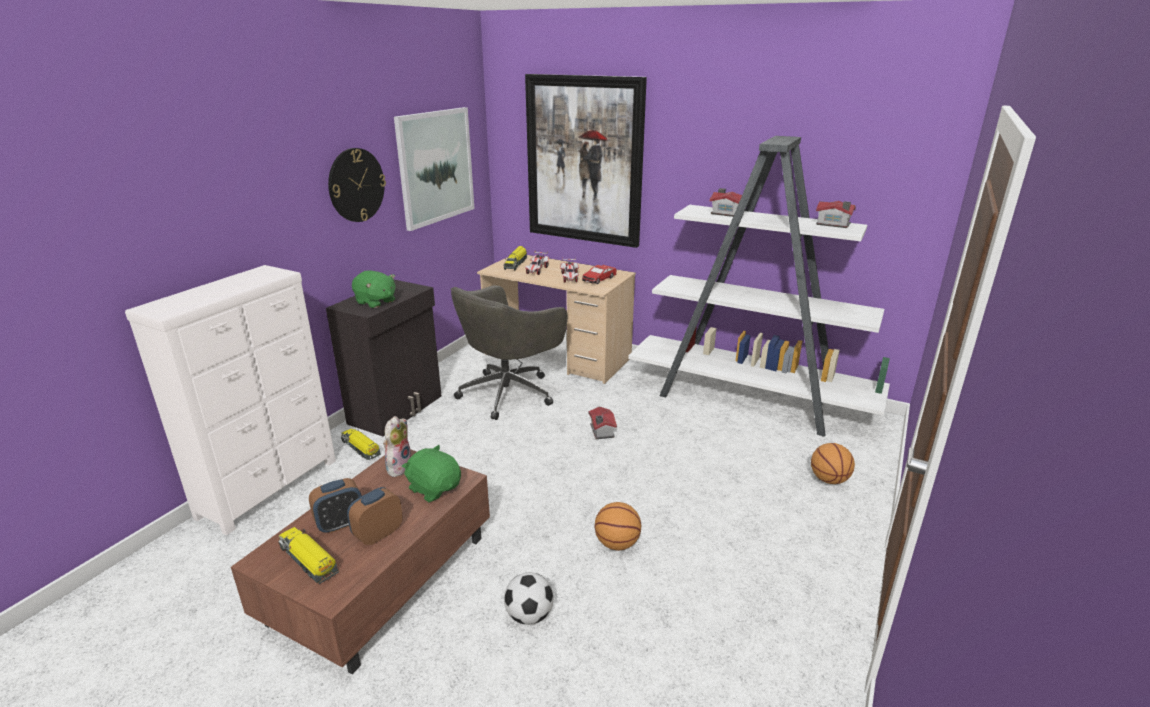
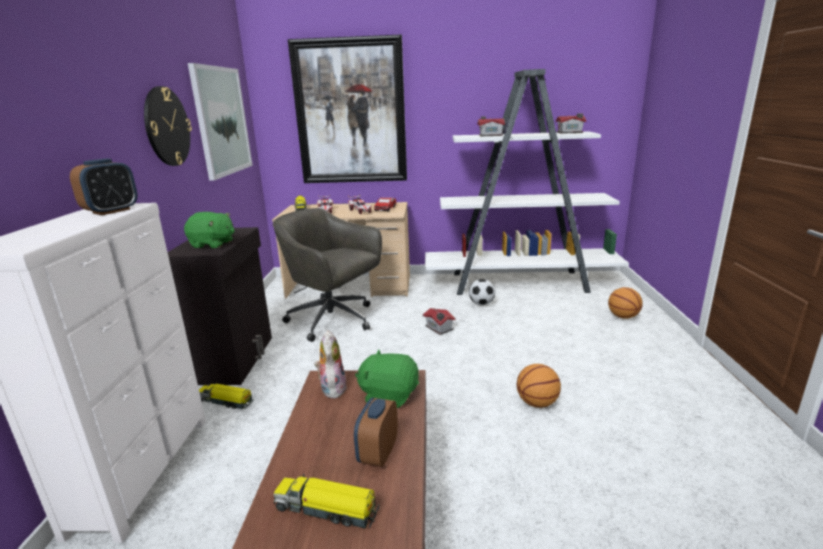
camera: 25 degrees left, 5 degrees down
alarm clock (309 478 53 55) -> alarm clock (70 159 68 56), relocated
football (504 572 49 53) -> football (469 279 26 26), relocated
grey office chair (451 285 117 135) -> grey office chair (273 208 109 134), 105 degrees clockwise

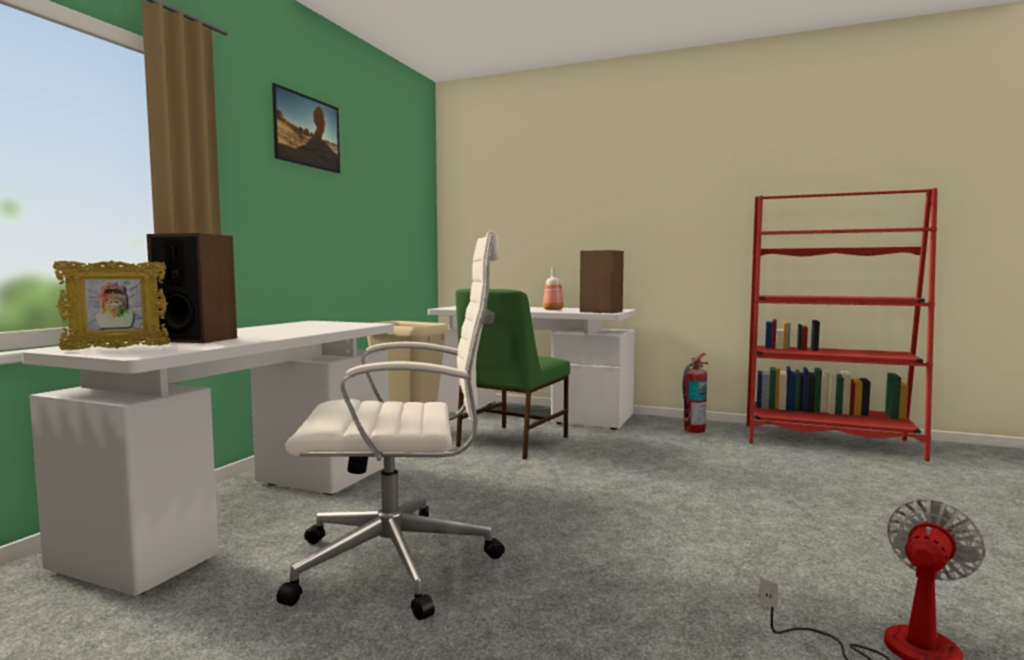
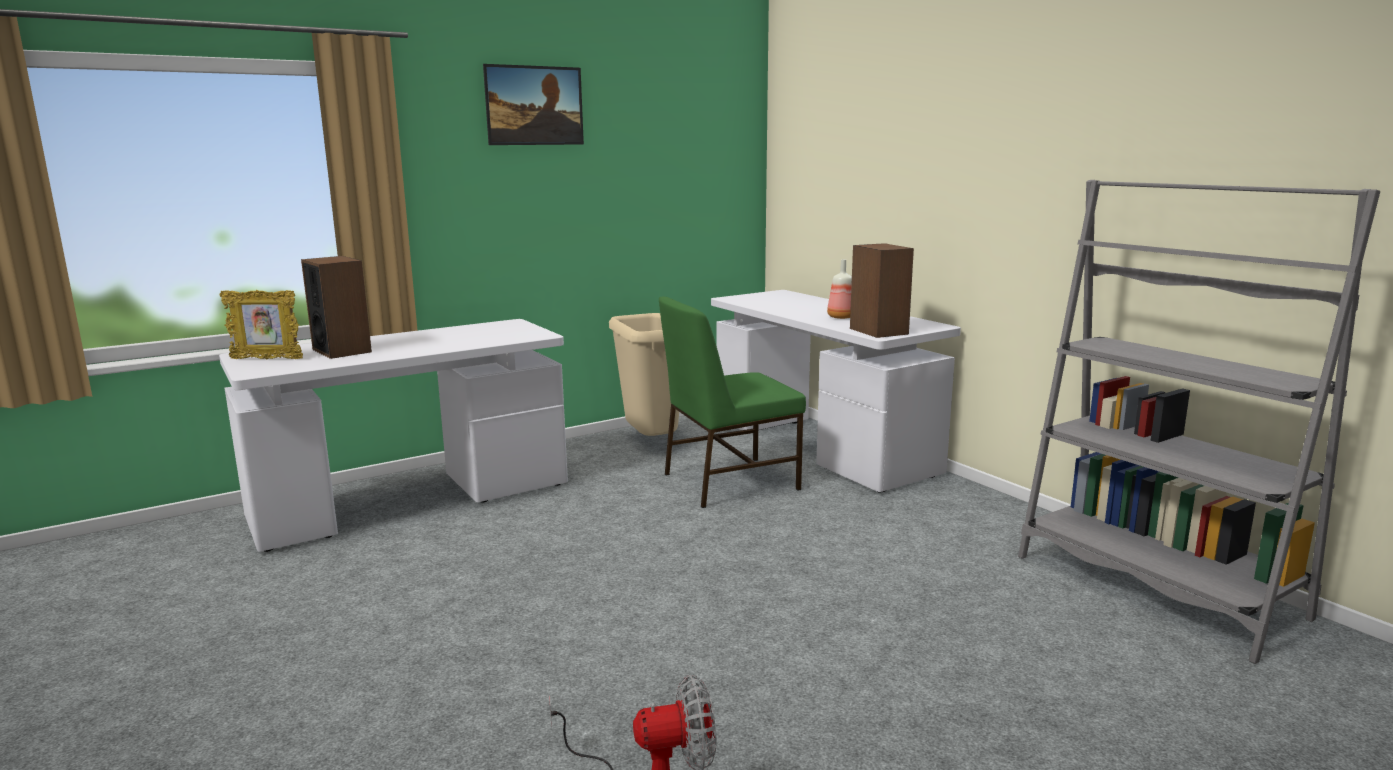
camera: 35 degrees right, 10 degrees up
white office chair (276 231 229 389) -> none
fire extinguisher (682 353 27 80) -> none
red bookcase (746 188 192 273) -> grey bookcase (1018 180 362 484)

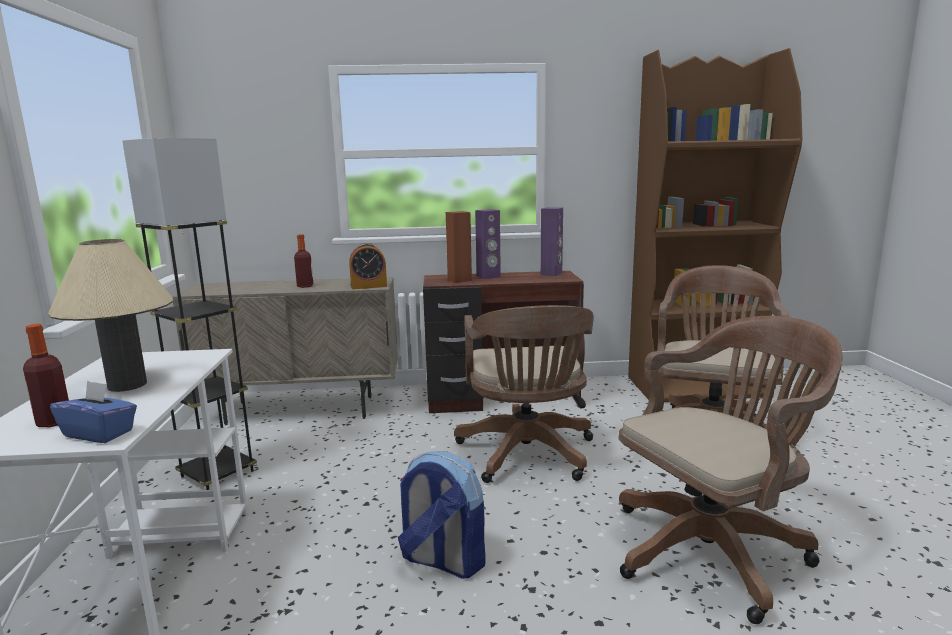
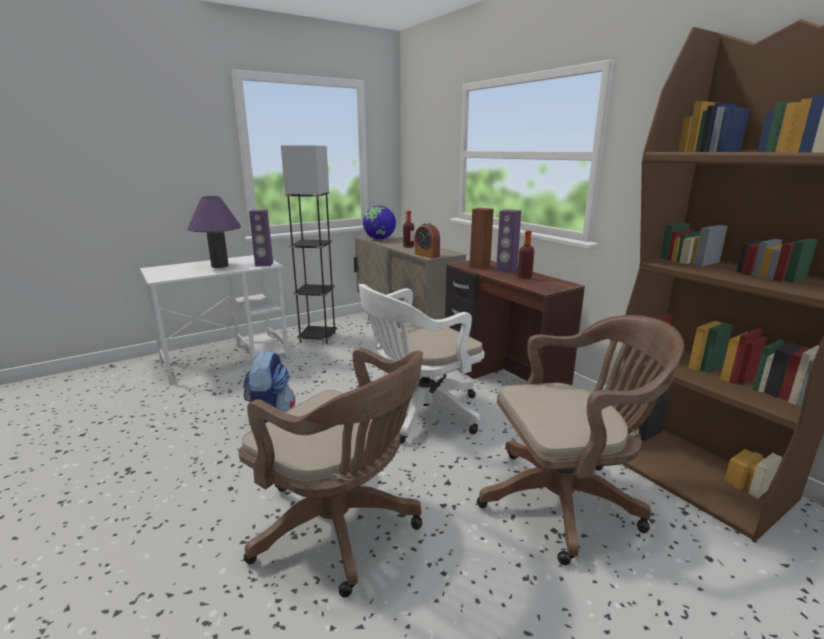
camera: 60 degrees right, 5 degrees up
blue tissue box (50 380 87 63) -> none
none -> globe (363 205 33 34)
bottle (23 324 46 103) -> bottle (517 230 17 49), relocated
purple speaker (541 207 22 69) -> purple speaker (249 210 24 56), relocated
beige table lamp (48 239 125 153) -> purple table lamp (187 196 54 72)
brown office chair (454 305 140 178) -> white office chair (358 284 127 159)

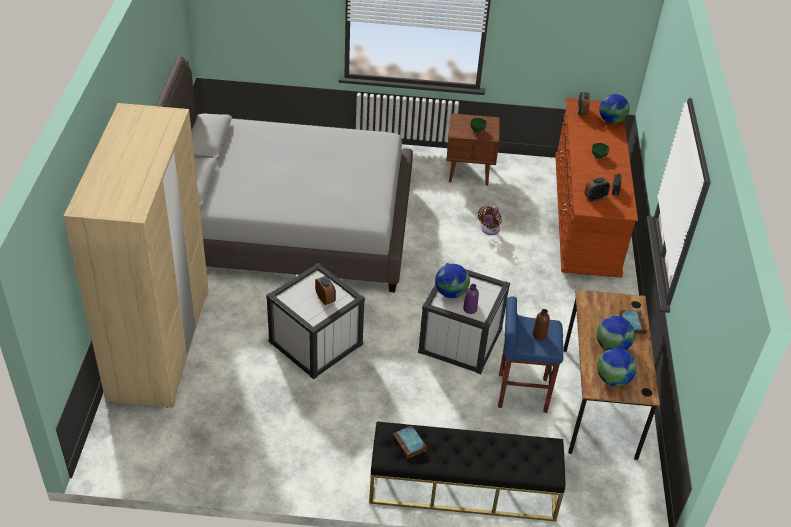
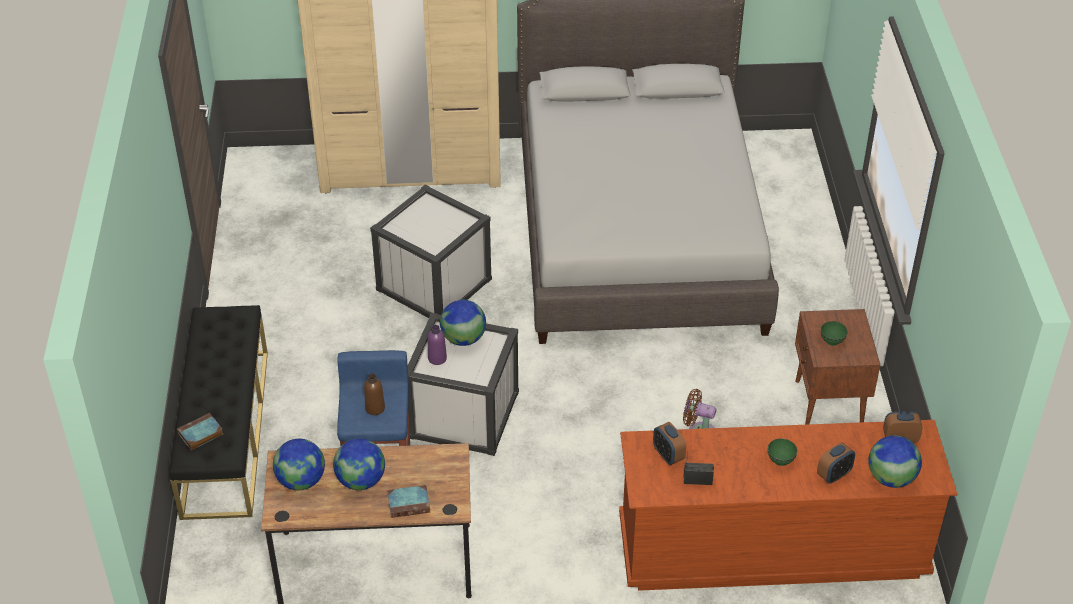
camera: 85 degrees right, 0 degrees up
alarm clock (315 276 21 29) -> alarm clock (817 442 38 42), relocated
book (392 426 34 33) -> book (177 413 46 37), relocated

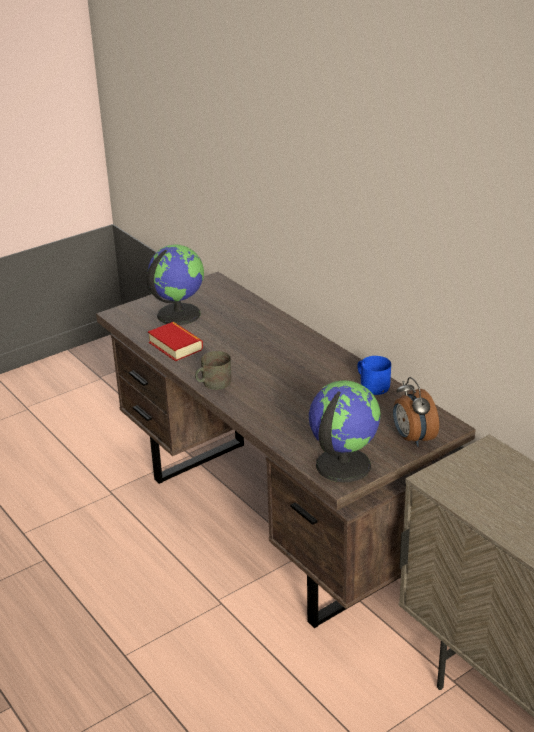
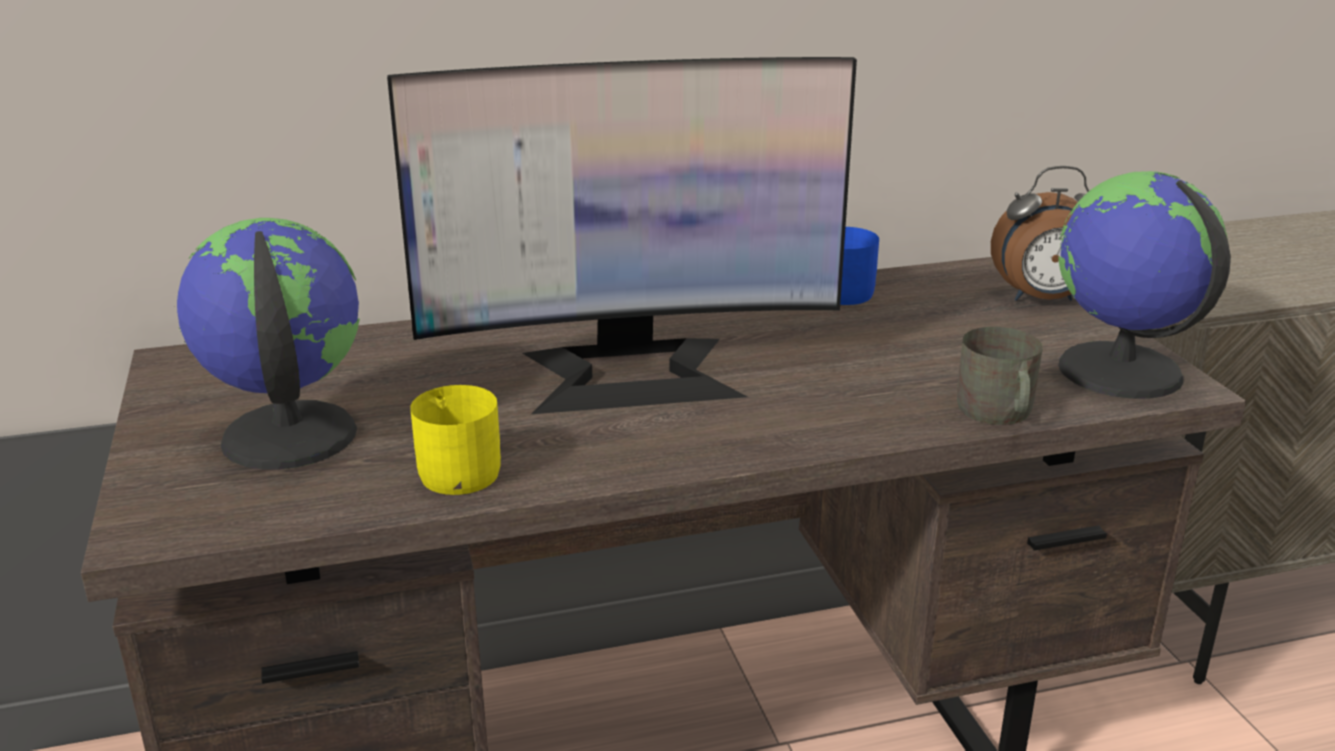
camera: 70 degrees left, 5 degrees down
none -> monitor (387 57 470 357)
grey mug (195 351 36 39) -> grey mug (957 327 86 98), relocated
book (148 322 55 39) -> yellow mug (410 385 91 110)

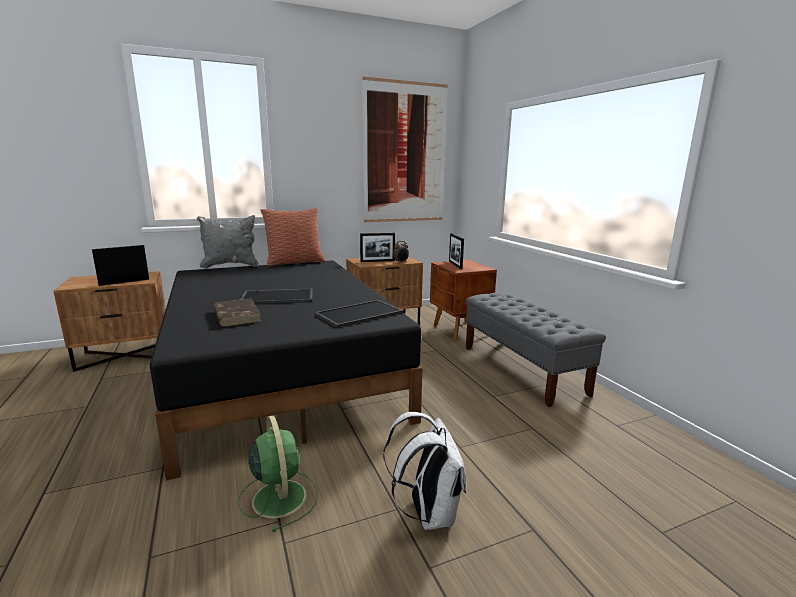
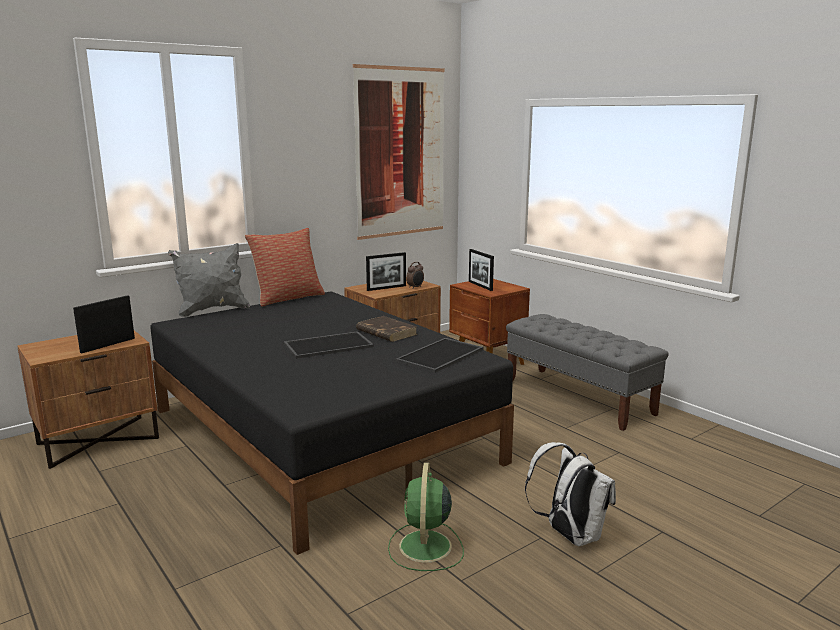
camera: 15 degrees left, 0 degrees up
brown book (213 299 49 28) -> brown book (356 316 62 26), relocated
green fan (238 416 79 116) -> green fan (388 462 76 109), 135 degrees counterclockwise

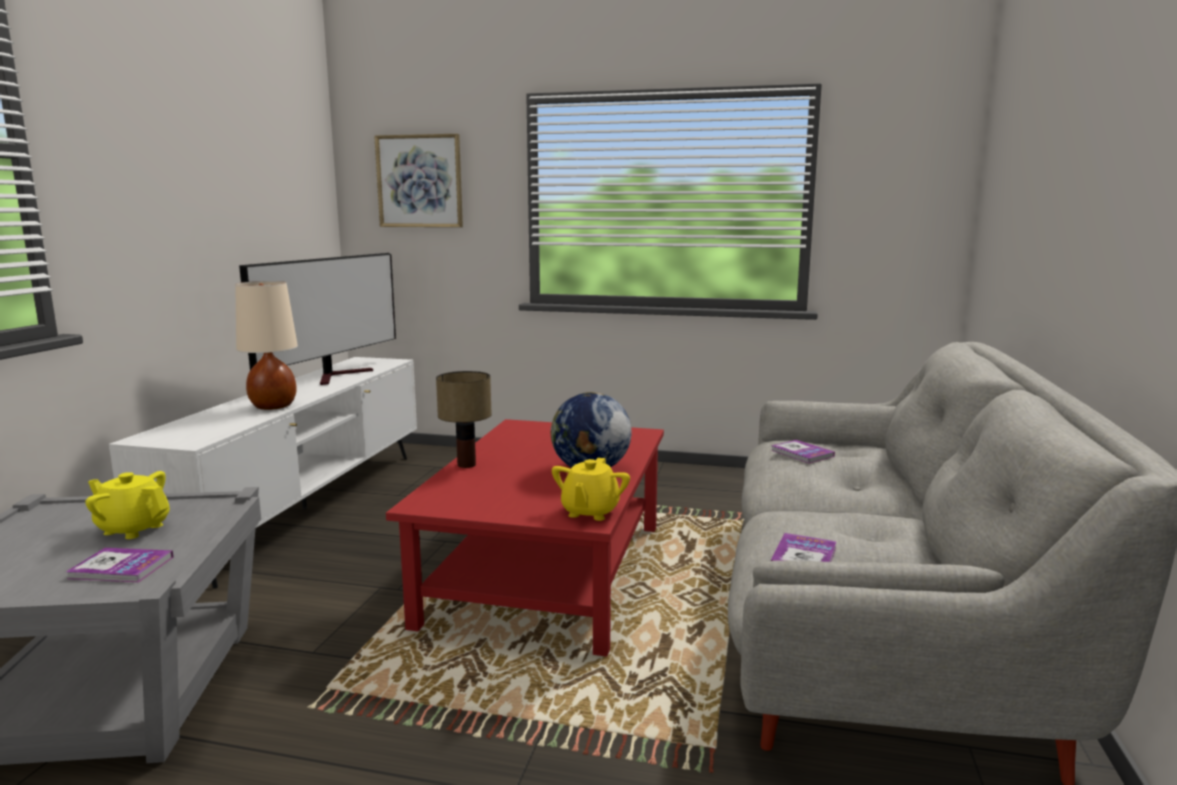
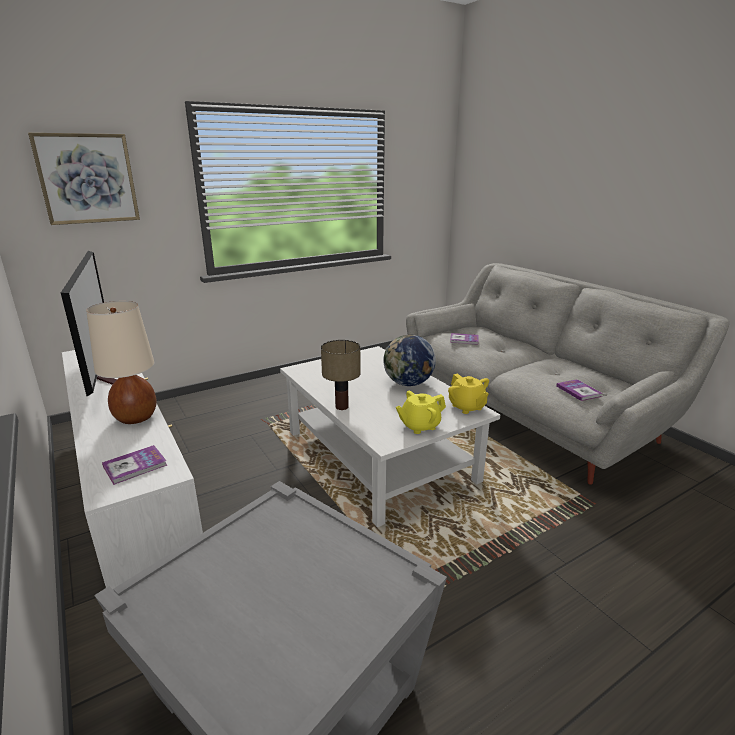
camera: 45 degrees left, 10 degrees up
book (66 548 107 34) -> book (102 445 65 40), relocated
yellow teapot (85 471 85 68) -> yellow teapot (396 391 50 43), relocated
red coffee table (386 419 278 238) -> white coffee table (280 346 220 181)

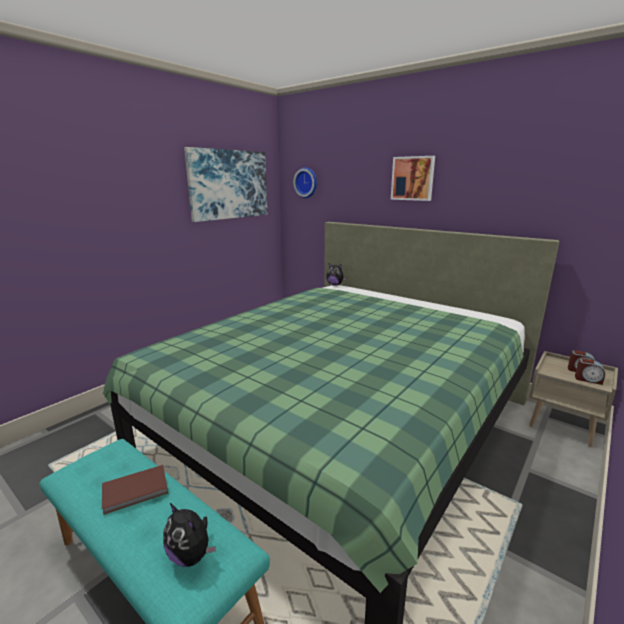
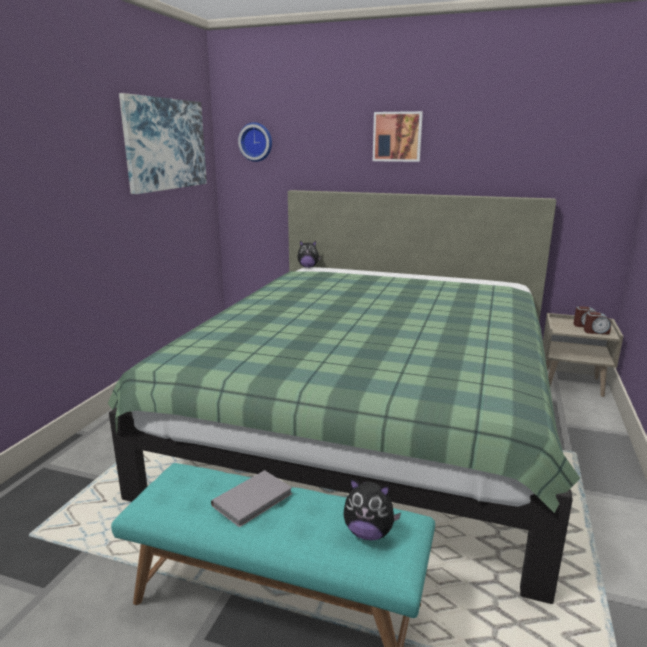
camera: 20 degrees left, 0 degrees up
brown book (102 465 66 50) -> grey book (211 470 81 57)

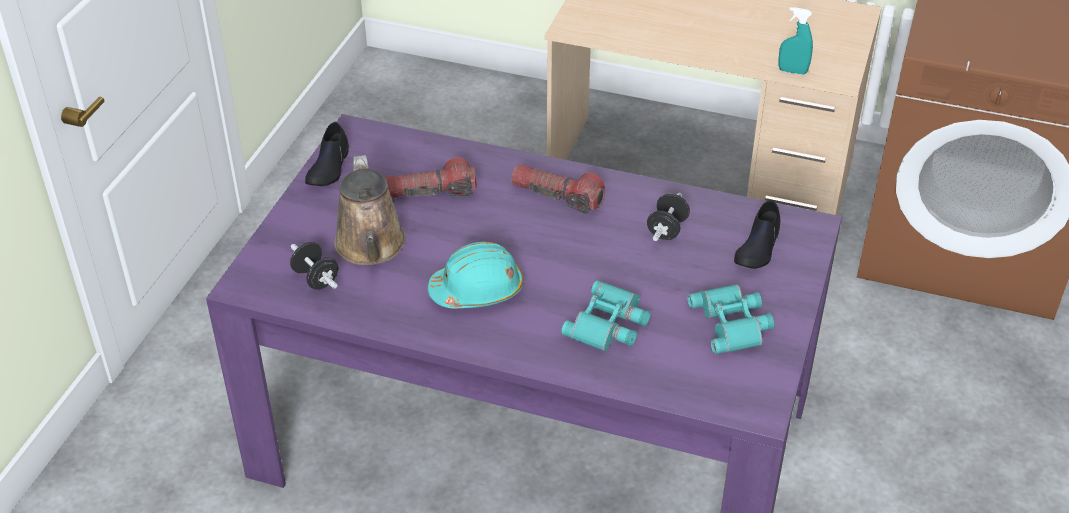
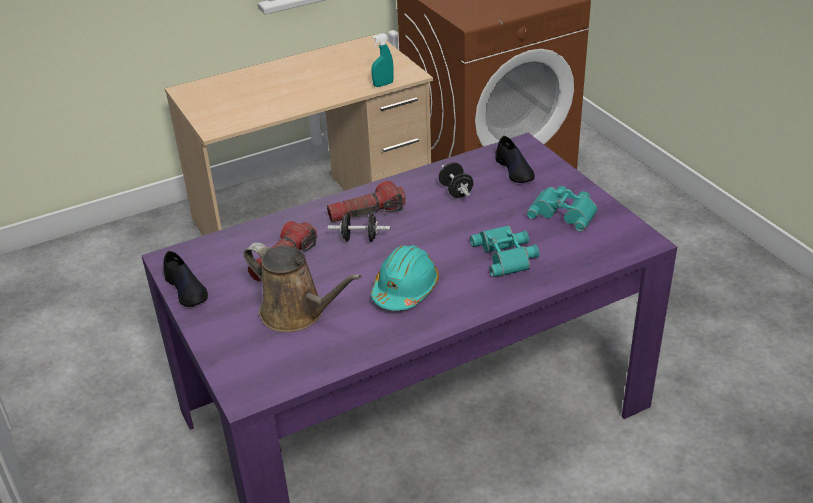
camera: 45 degrees left, 5 degrees down
black dumbbell (290 242 49 48) -> black dumbbell (328 213 62 29), relocated

